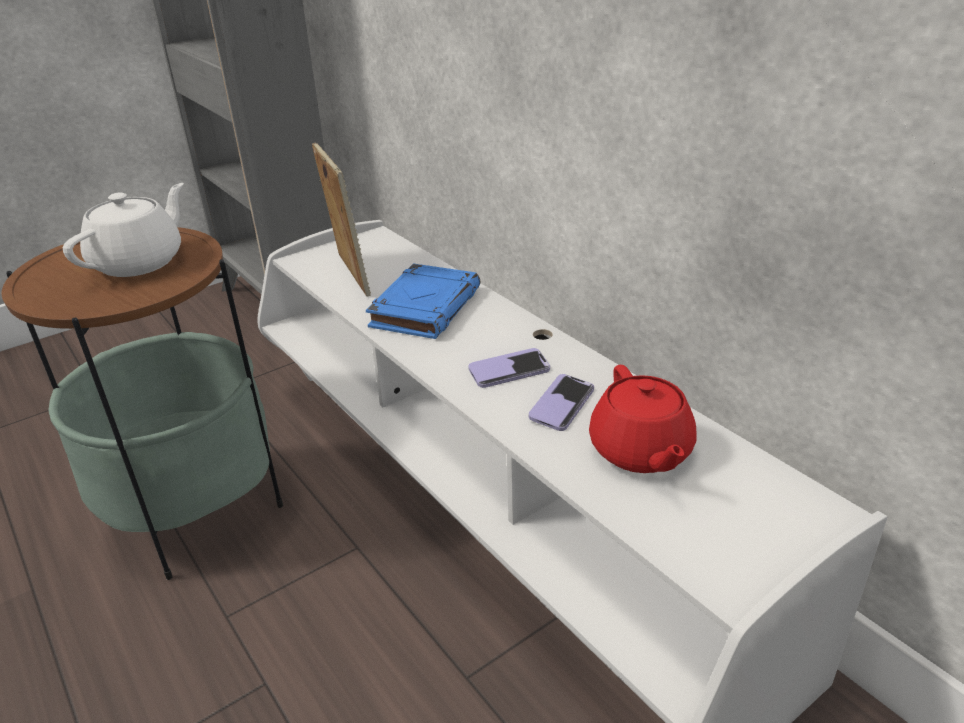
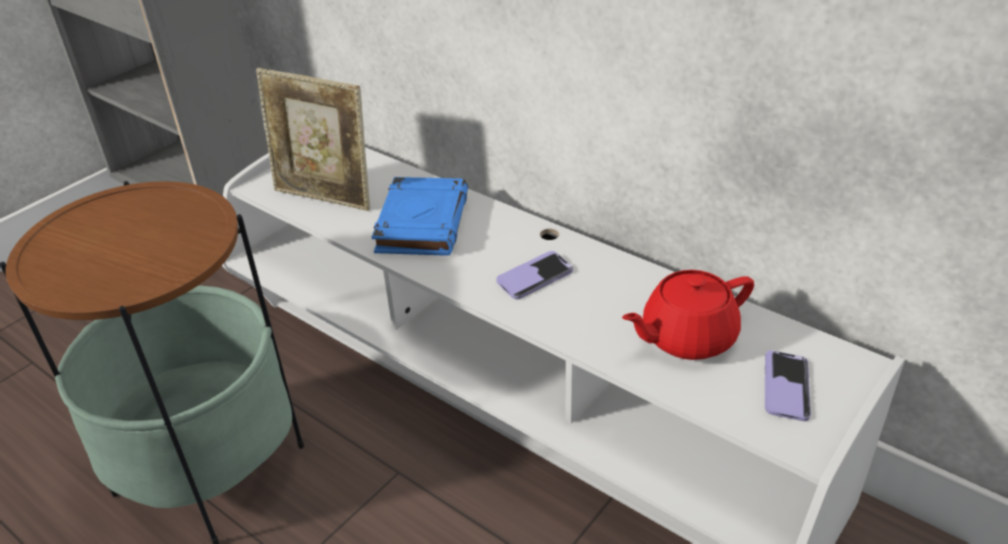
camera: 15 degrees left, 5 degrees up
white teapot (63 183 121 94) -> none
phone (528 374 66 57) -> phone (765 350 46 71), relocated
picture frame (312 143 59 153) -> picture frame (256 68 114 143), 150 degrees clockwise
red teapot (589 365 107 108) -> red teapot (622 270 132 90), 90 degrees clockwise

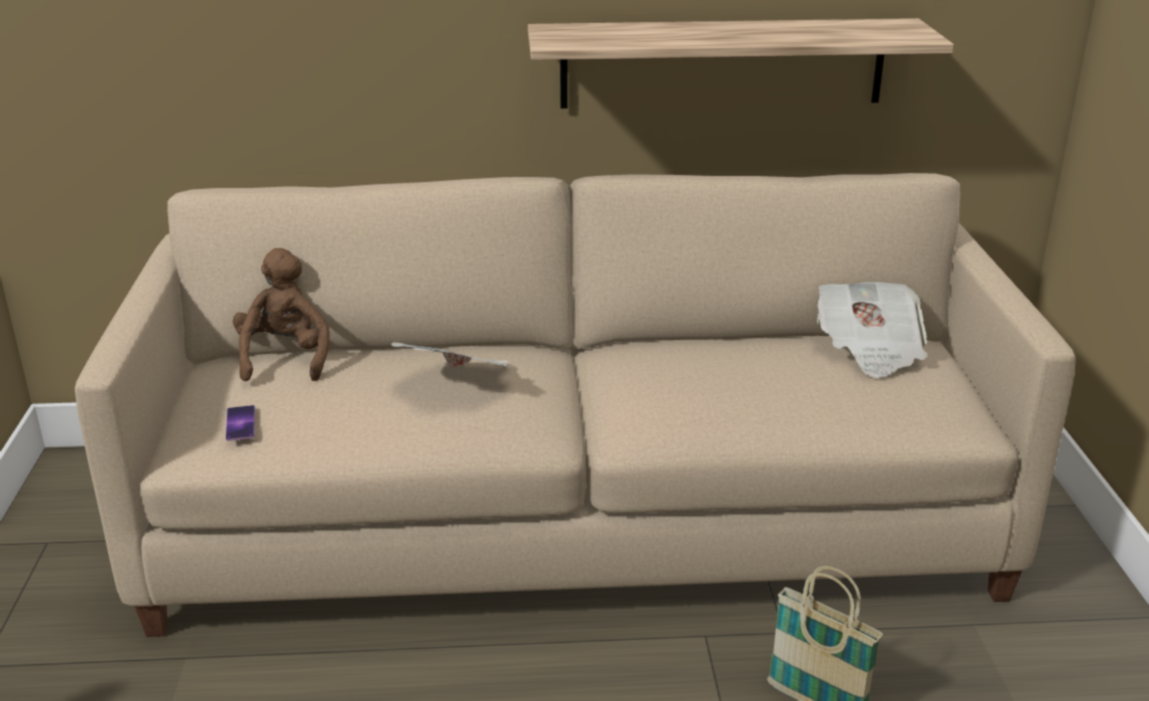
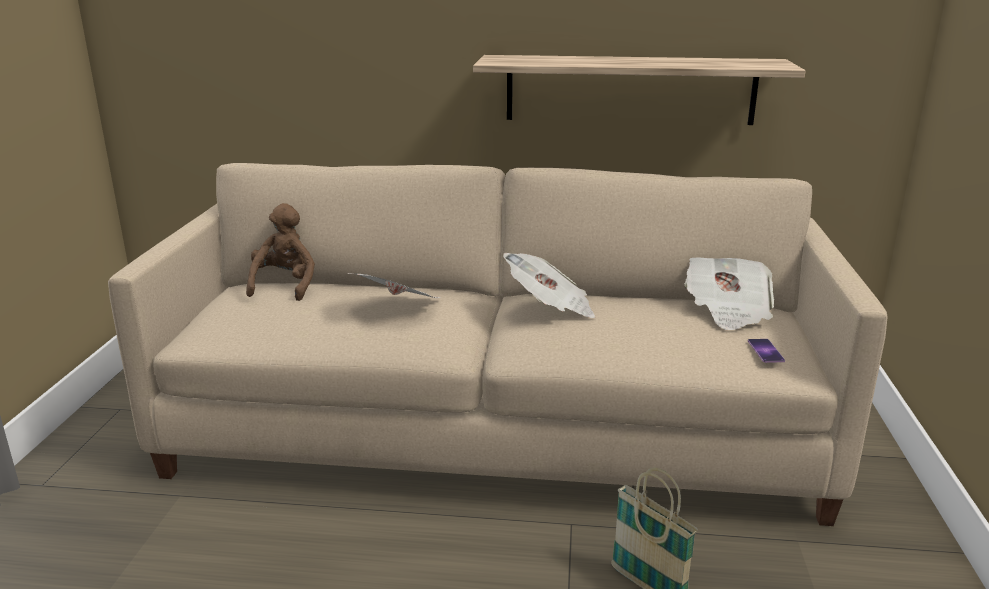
camera: 10 degrees right, 5 degrees down
none -> newspaper (503 253 93 65)
phone (226 405 29 36) -> phone (748 339 37 24), relocated

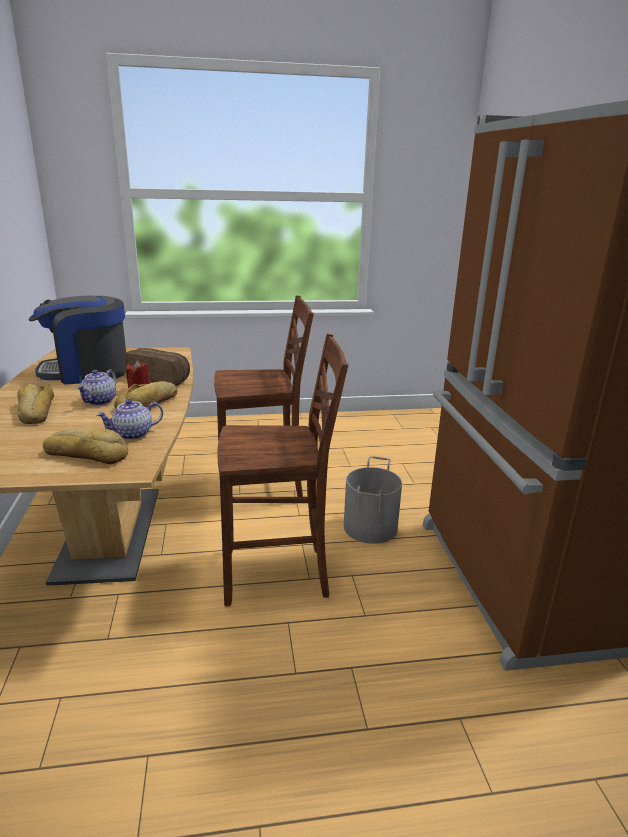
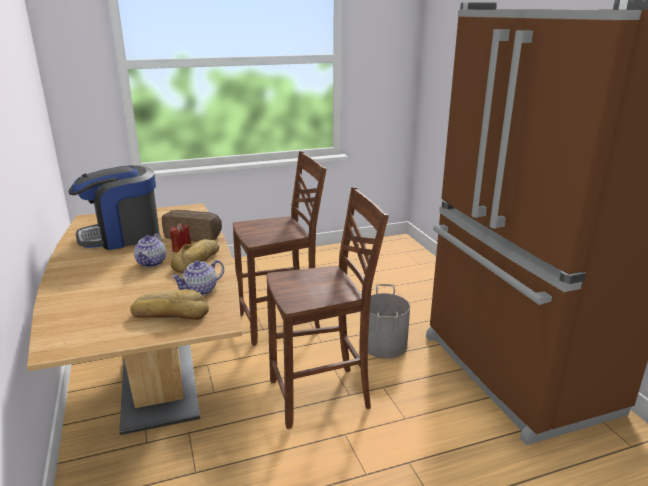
camera: 10 degrees left, 0 degrees up
bread (17 384 37 40) -> none

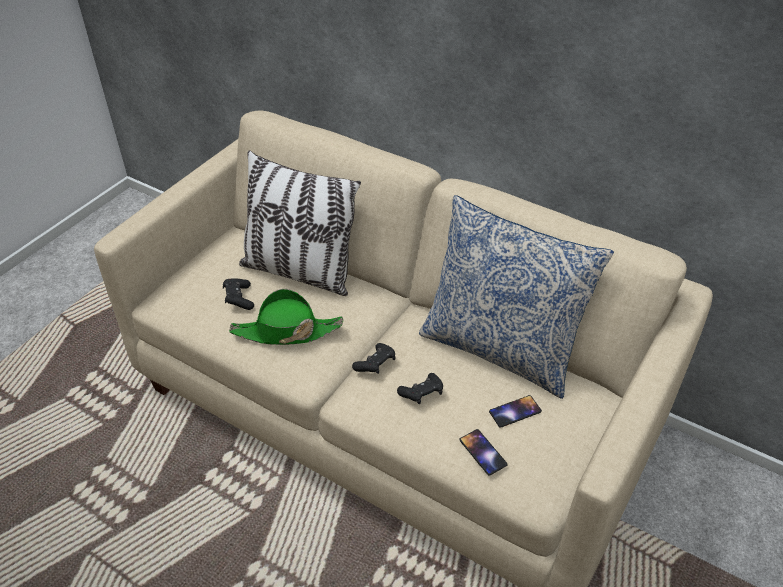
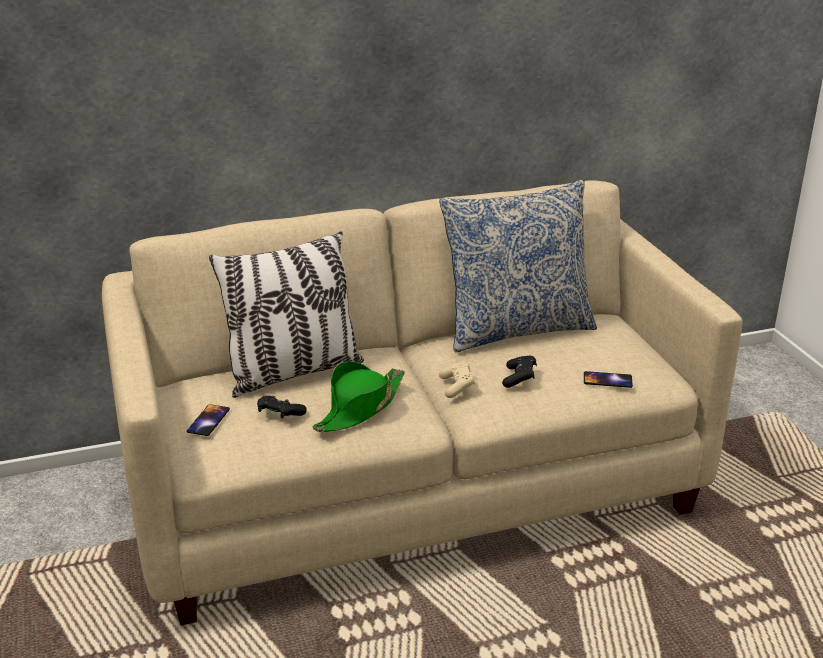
camera: 50 degrees left, 15 degrees down
phone (489 395 53 33) -> phone (187 404 43 32), relocated
black game controller (352 343 43 31) -> beige game controller (439 362 36 36)

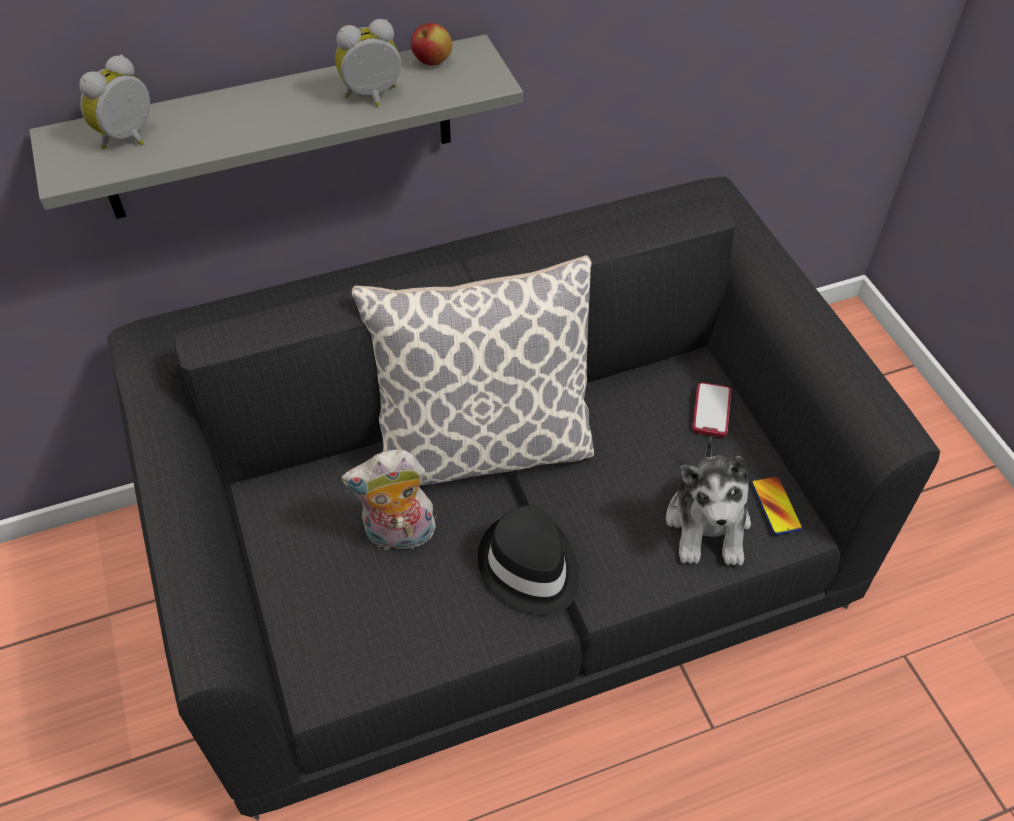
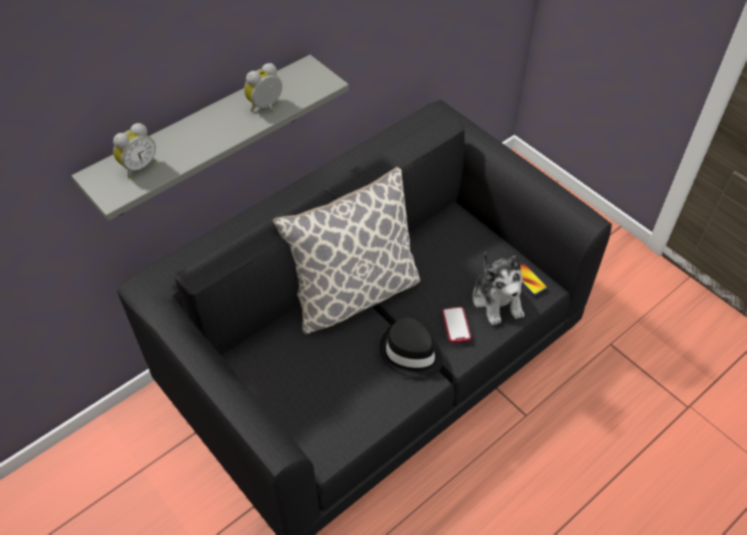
camera: 20 degrees left, 0 degrees up
plush toy (341 449 96 105) -> none
apple (411 23 41 43) -> none
phone (692 383 39 54) -> phone (442 307 29 36), relocated
alarm clock (79 55 71 94) -> alarm clock (113 123 43 55), 150 degrees counterclockwise

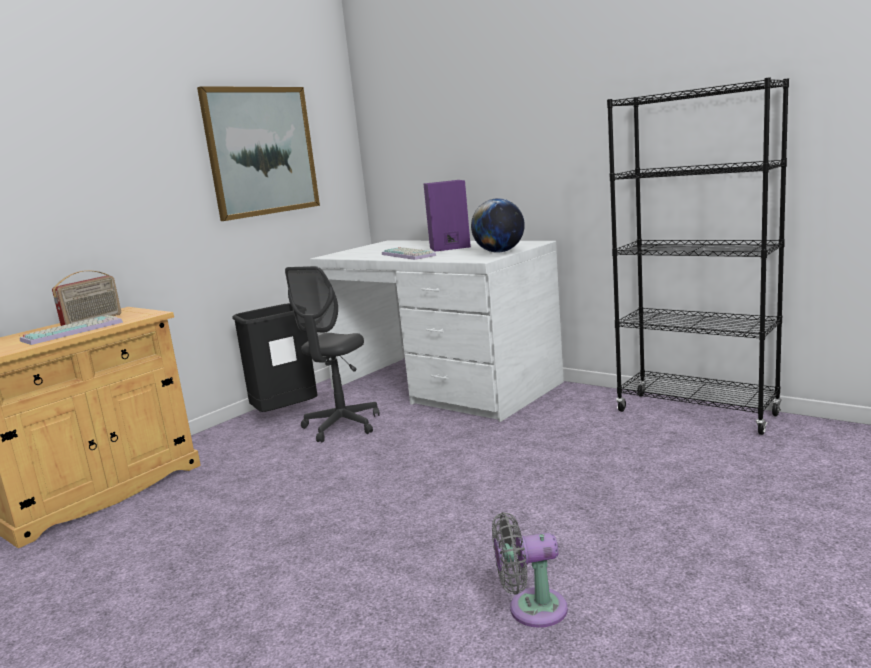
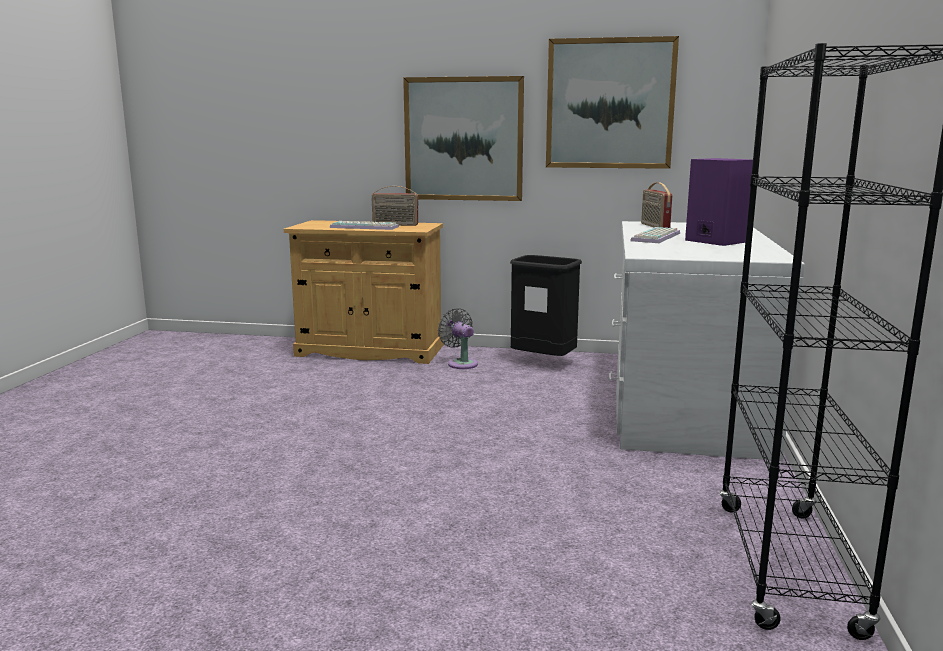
camera: 60 degrees right, 0 degrees up
grey office chair (285 266 95 176) -> none
globe (471 198 54 55) -> none
none -> picture (403 76 121 125)
none -> radio (641 182 31 46)
grey fan (492 512 76 116) -> grey fan (438 308 40 61), relocated

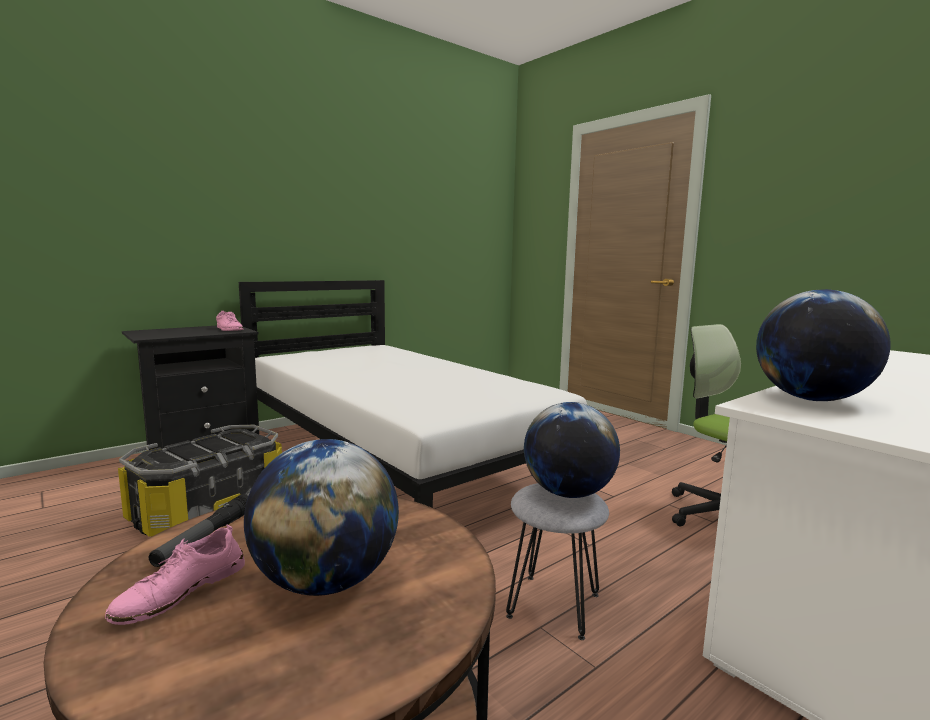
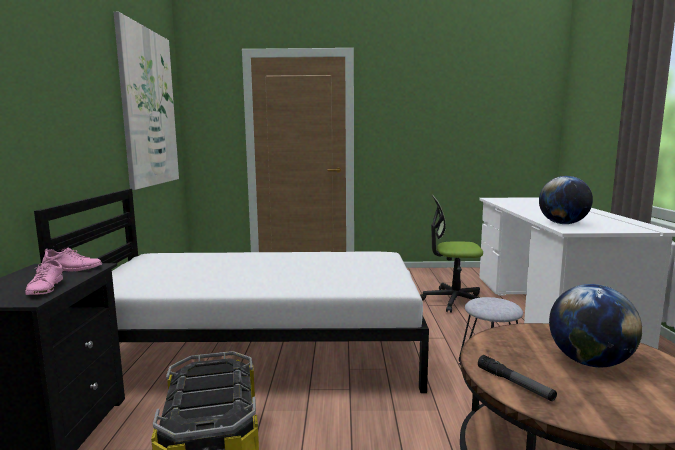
camera: 50 degrees left, 0 degrees up
globe (524 402 96 96) -> none
none -> picture (114 12 65 178)
pink shoe (105 525 140 100) -> pink shoe (25 258 38 37), relocated

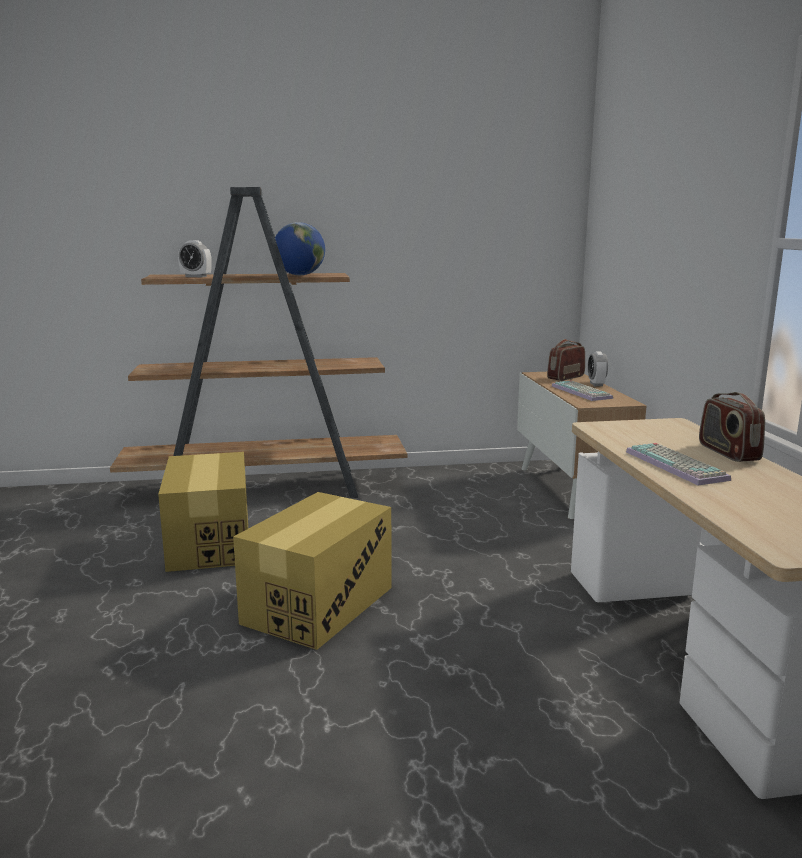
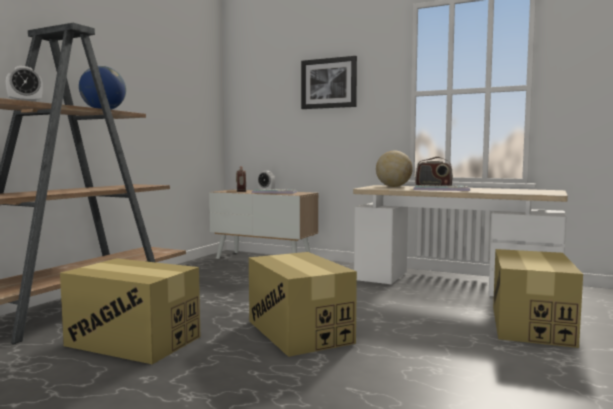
camera: 55 degrees left, 10 degrees down
none -> picture (301 56 56 53)
none -> globe (376 151 37 36)
none -> cardboard box (493 249 90 99)

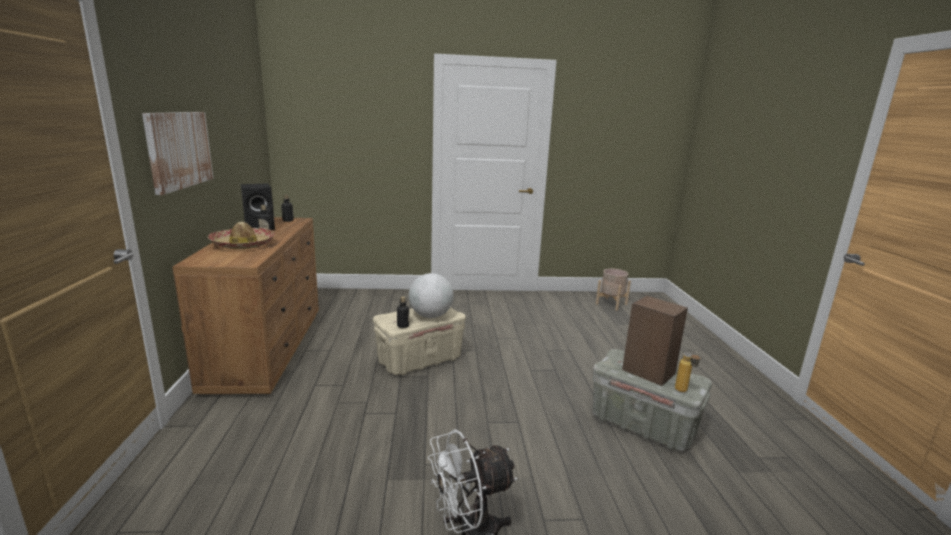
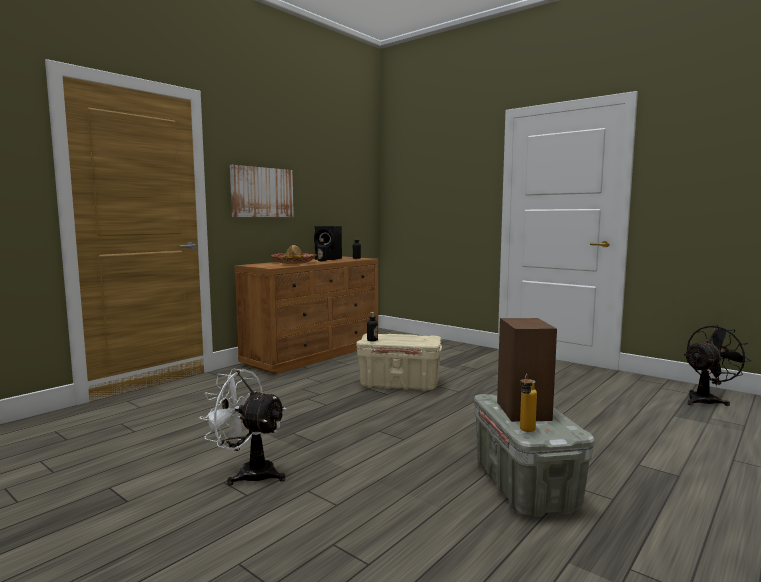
camera: 45 degrees right, 10 degrees down
globe (409 273 45 45) -> none
beige planter (596 268 35 43) -> black fan (684 325 67 81)

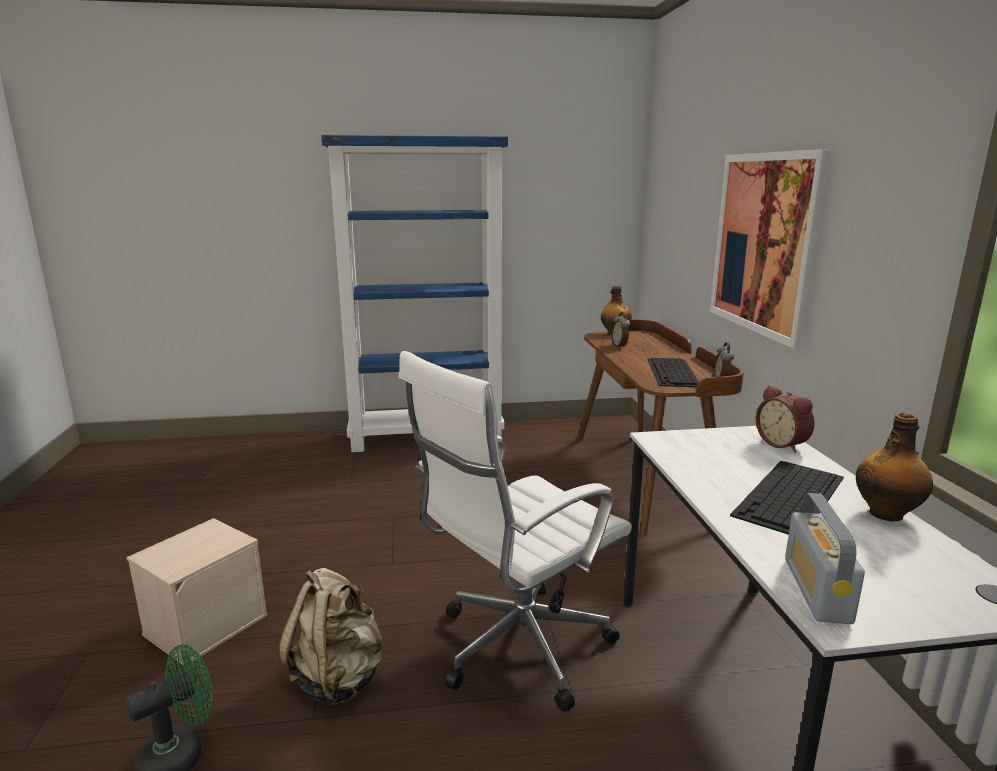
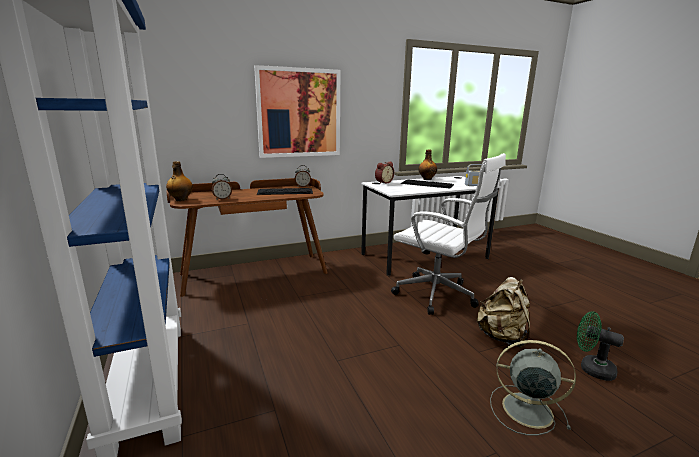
camera: 105 degrees left, 0 degrees up
beige storage box (126 518 141 147) -> grey fan (490 340 86 95)

